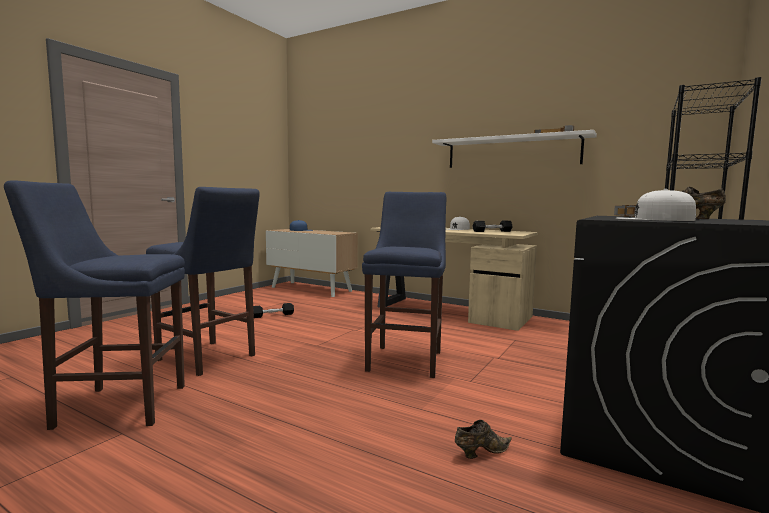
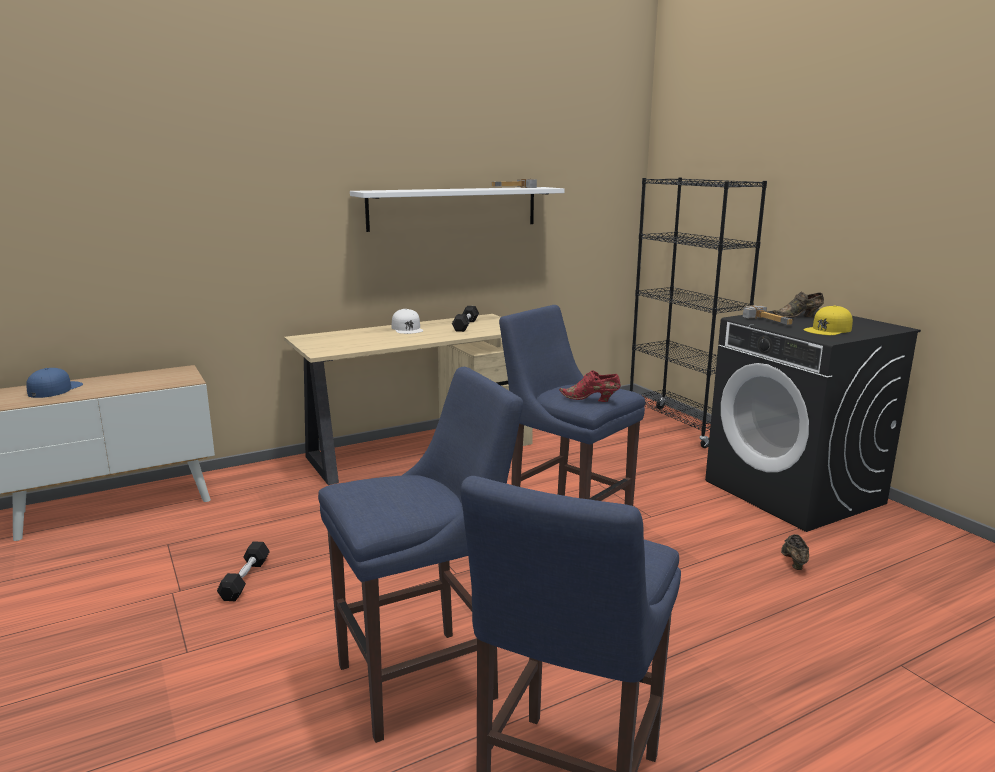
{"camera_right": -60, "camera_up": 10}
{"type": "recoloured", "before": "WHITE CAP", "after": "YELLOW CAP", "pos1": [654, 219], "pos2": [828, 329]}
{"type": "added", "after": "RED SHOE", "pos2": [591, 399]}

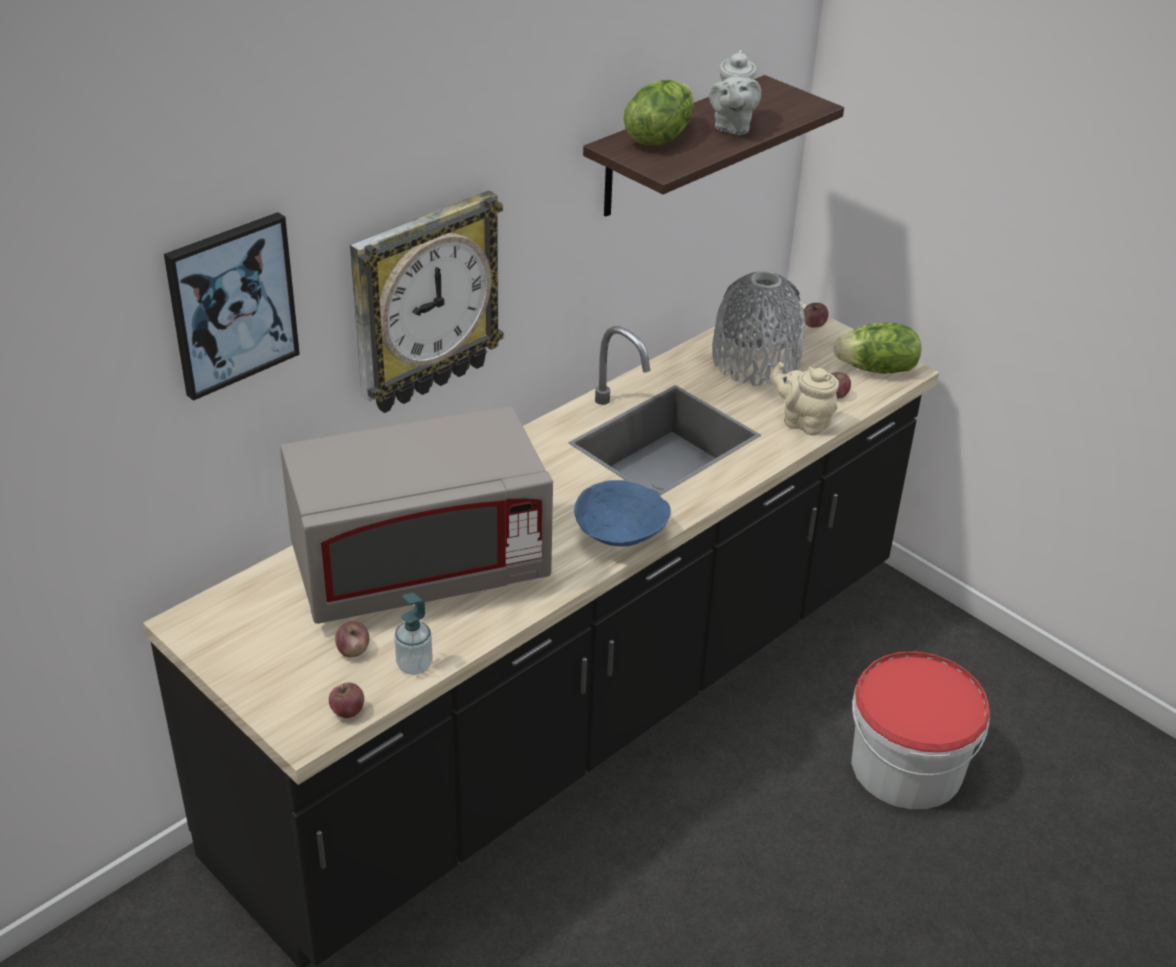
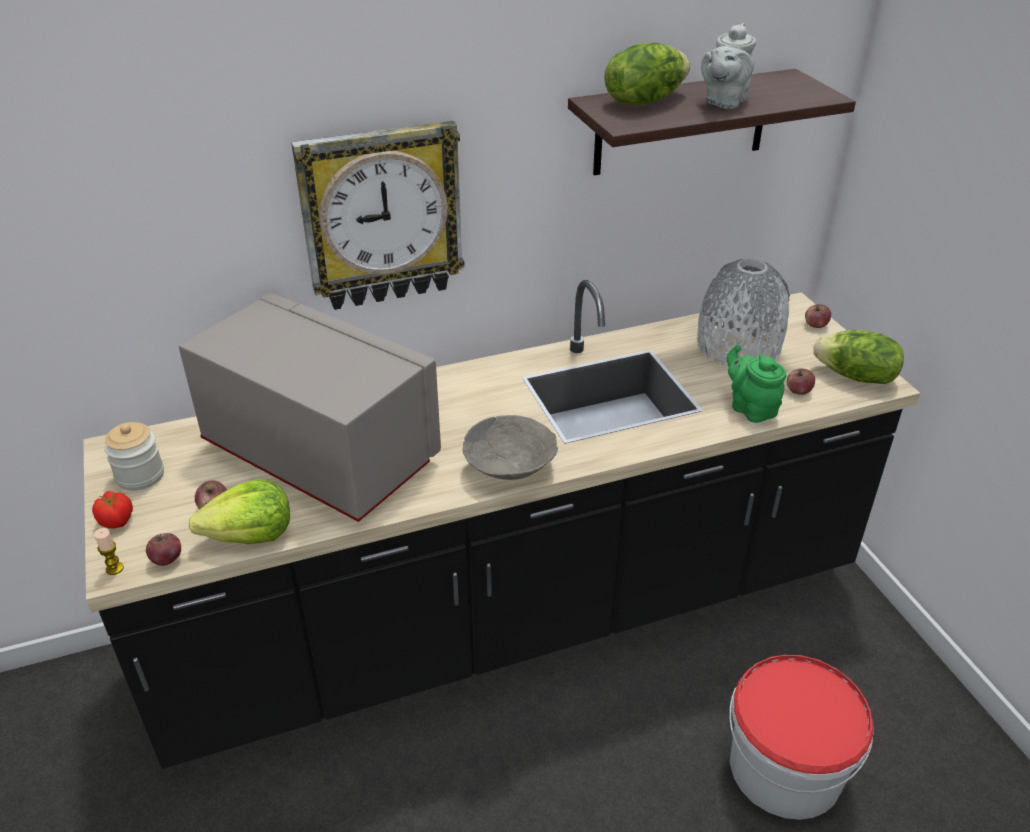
{"camera_right": 25, "camera_up": 0}
{"type": "removed", "before": "PICTURE", "pos1": [231, 304]}
{"type": "turned", "before": "GREY MICROWAVE", "pos1": [420, 569], "pos2": [320, 453], "turn": -150}
{"type": "replaced", "before": "SOAP DISPENSER", "after": "LETTUCE", "pos1": [414, 665], "pos2": [251, 535]}
{"type": "recoloured", "before": "BLUE BOWL", "after": "GREY BOWL", "pos1": [620, 534], "pos2": [511, 467]}
{"type": "recoloured", "before": "BEIGE TEAPOT", "after": "GREEN TEAPOT", "pos1": [802, 422], "pos2": [750, 408]}
{"type": "added", "after": "TOMATO", "pos2": [117, 521]}
{"type": "added", "after": "CANDLE", "pos2": [114, 568]}
{"type": "added", "after": "JAR", "pos2": [140, 476]}

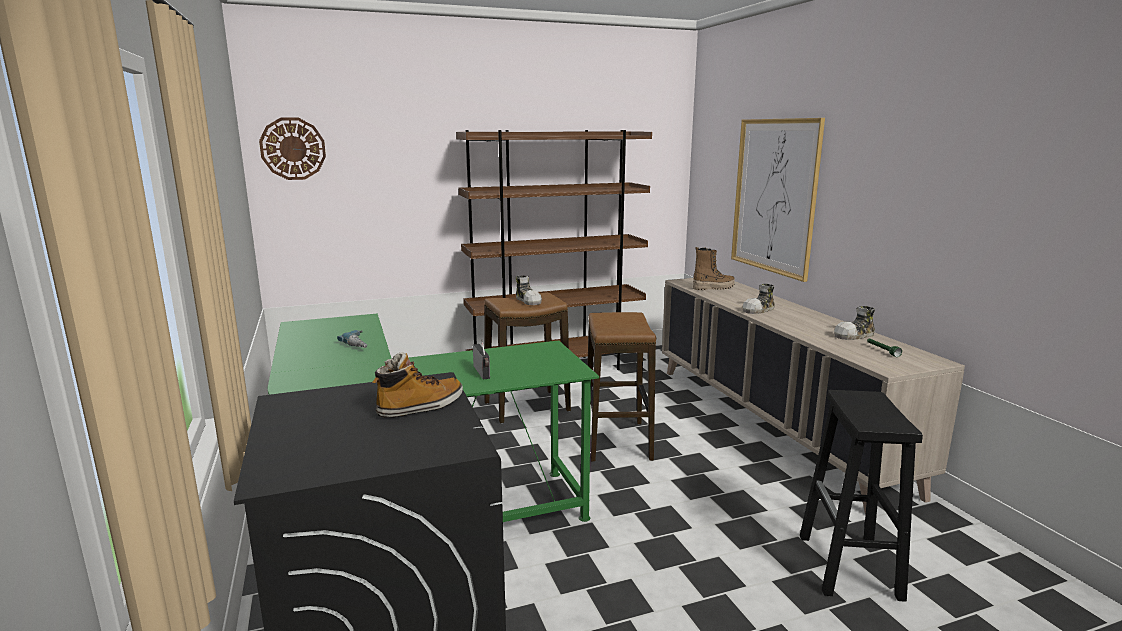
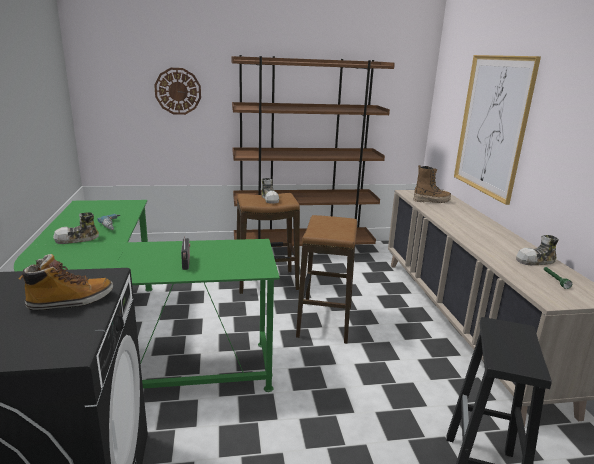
{"camera_right": 10, "camera_up": 5}
{"type": "moved", "before": "WALL CLOCK", "pos1": [293, 148], "pos2": [178, 91]}
{"type": "moved", "before": "SHOE", "pos1": [759, 310], "pos2": [77, 239]}

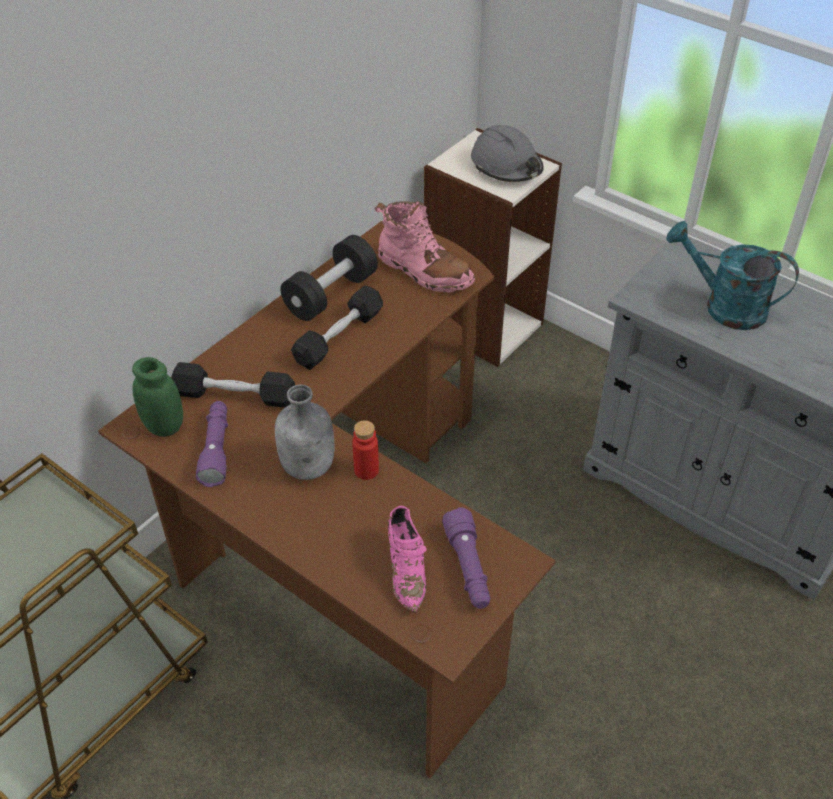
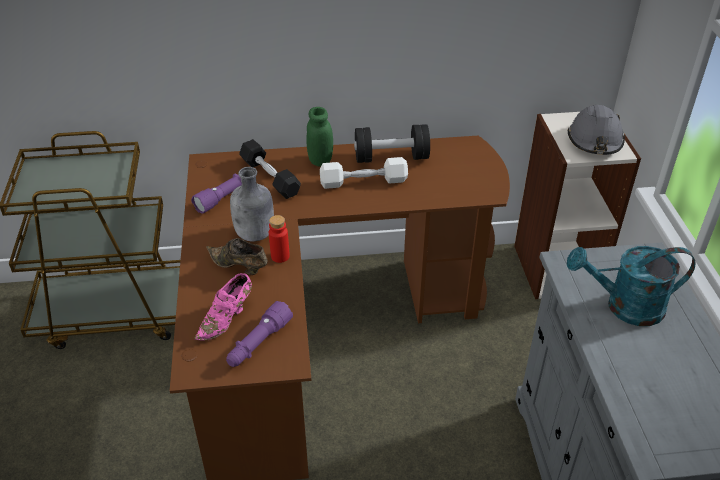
{"camera_right": 45, "camera_up": -5}
{"type": "moved", "before": "GREEN JAR", "pos1": [164, 426], "pos2": [320, 160]}
{"type": "recoloured", "before": "BLACK DUMBBELL", "after": "WHITE DUMBBELL", "pos1": [339, 337], "pos2": [363, 181]}
{"type": "removed", "before": "PINK BOOT", "pos1": [424, 271]}
{"type": "turned", "before": "TURQUOISE WATERING CAN", "pos1": [724, 306], "pos2": [624, 307], "turn": -75}
{"type": "added", "after": "BROWN SHOE", "pos2": [239, 267]}

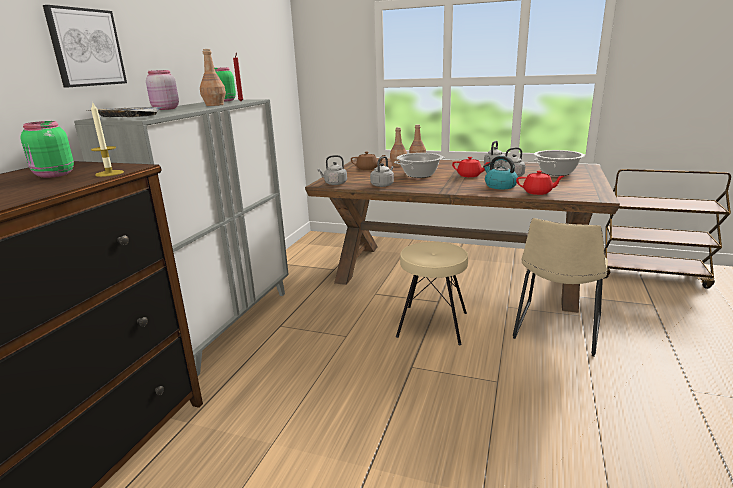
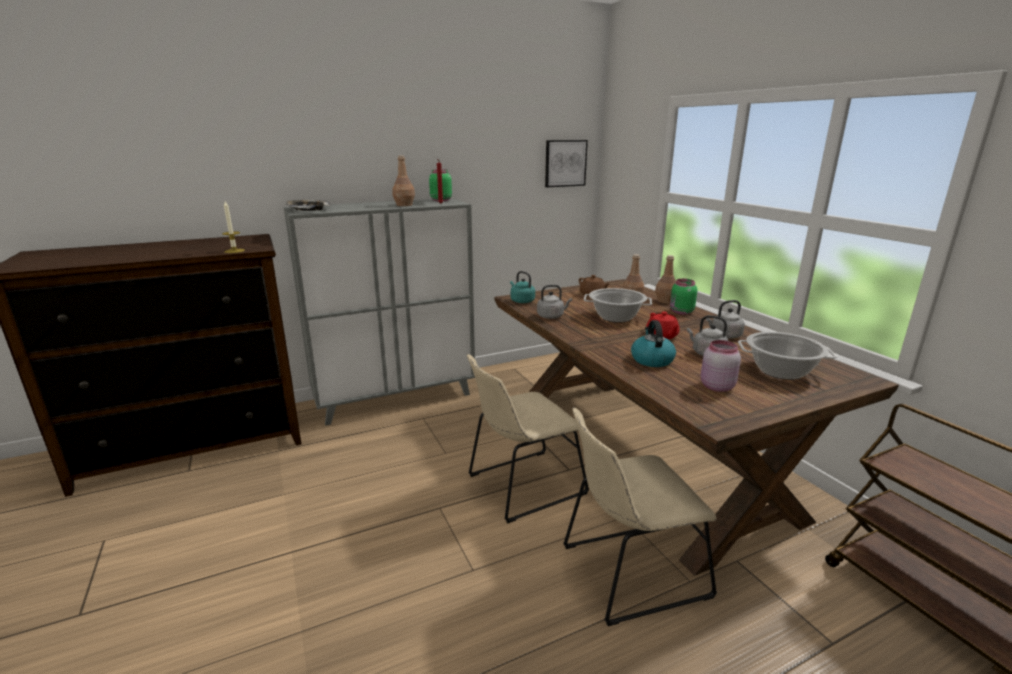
{"camera_right": 45, "camera_up": 0}
{"type": "moved", "before": "GREEN JAR", "pos1": [53, 175], "pos2": [681, 312]}
{"type": "moved", "before": "PICTURE", "pos1": [86, 47], "pos2": [565, 163]}
{"type": "moved", "before": "PINK JAR", "pos1": [164, 109], "pos2": [715, 386]}
{"type": "recoloured", "before": "GREY KETTLE", "after": "TURQUOISE KETTLE", "pos1": [334, 183], "pos2": [521, 301]}
{"type": "replaced", "before": "BEIGE STOOL", "after": "BEIGE CHAIR", "pos1": [432, 324], "pos2": [522, 486]}
{"type": "removed", "before": "RED TEAPOT", "pos1": [538, 192]}

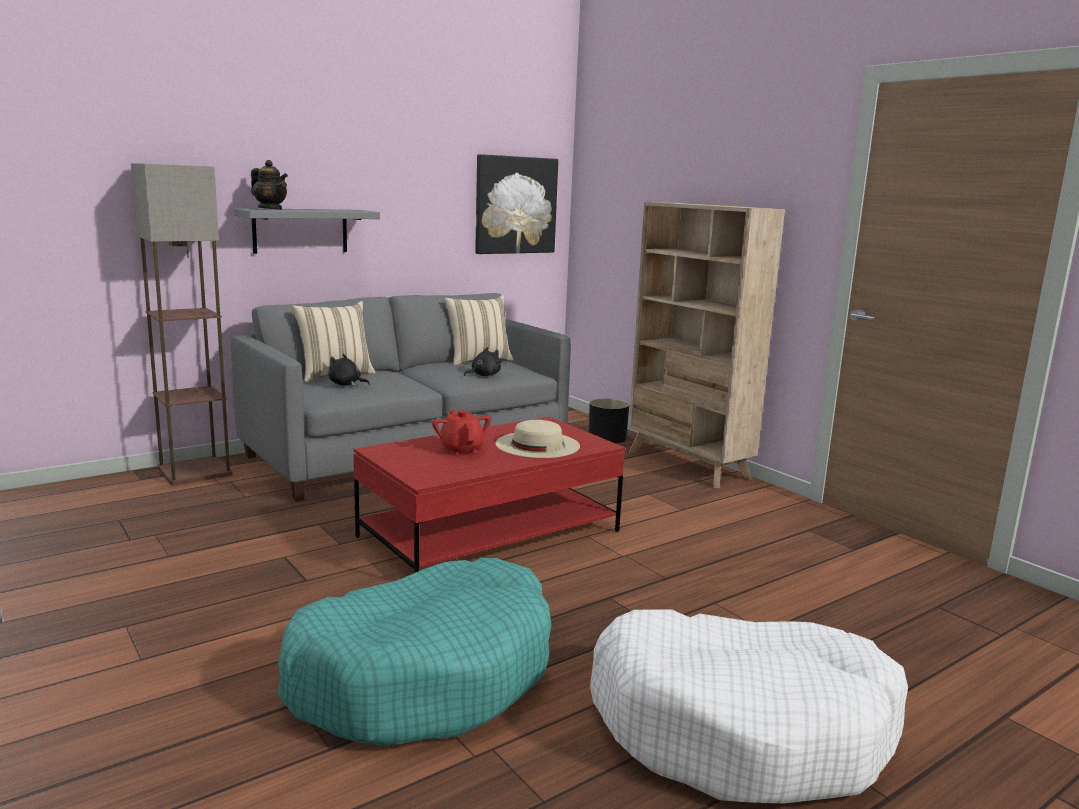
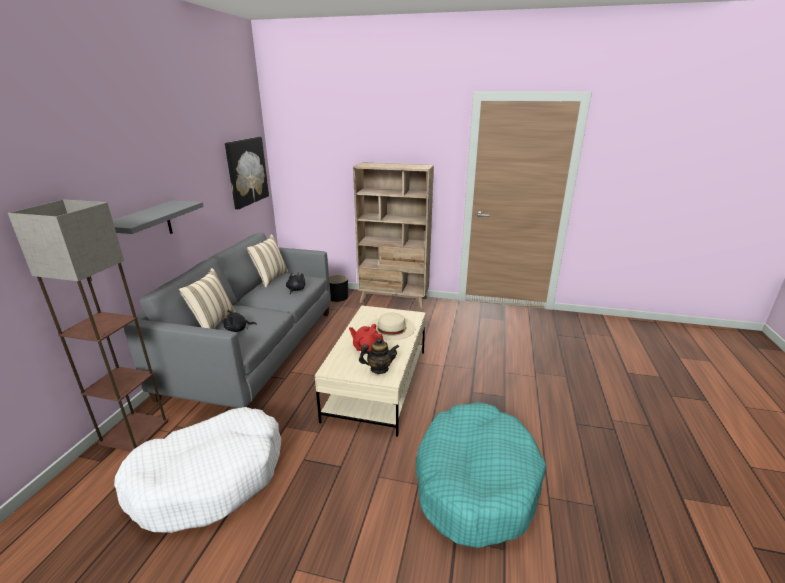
{"camera_right": -40, "camera_up": 10}
{"type": "moved", "before": "TEAPOT", "pos1": [270, 209], "pos2": [379, 369]}
{"type": "recoloured", "before": "RED COFFEE TABLE", "after": "BEIGE COFFEE TABLE", "pos1": [490, 534], "pos2": [377, 383]}
{"type": "moved", "before": "WHITE DOG BED", "pos1": [742, 728], "pos2": [210, 477]}

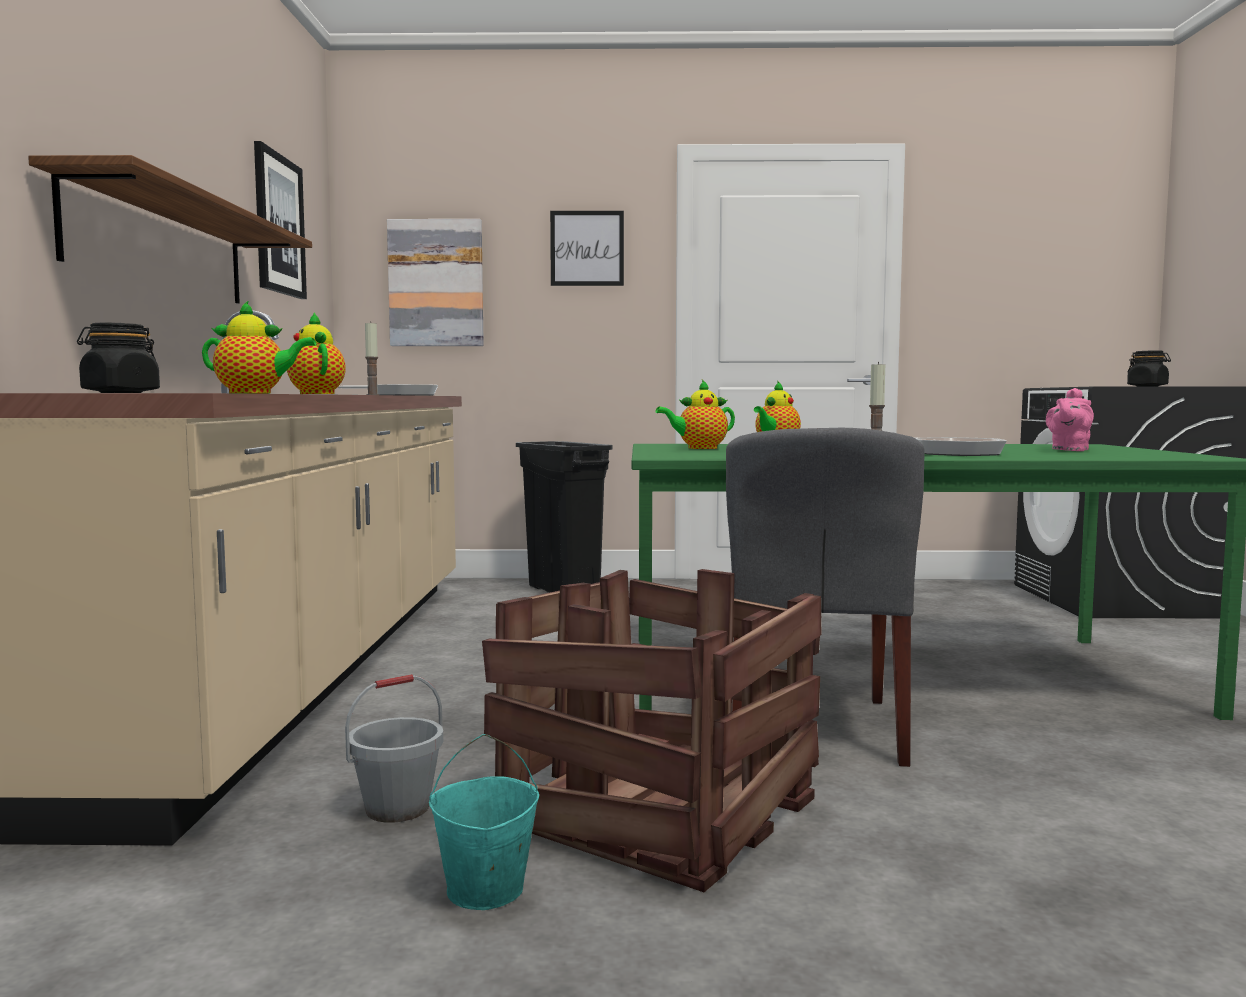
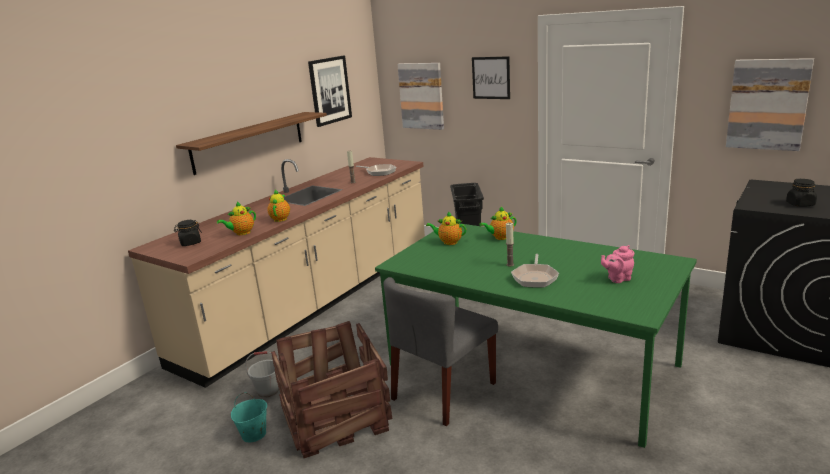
{"camera_right": 35, "camera_up": 15}
{"type": "turned", "before": "TEAPOT", "pos1": [255, 393], "pos2": [241, 233], "turn": 105}
{"type": "added", "after": "PICTURE", "pos2": [767, 104]}

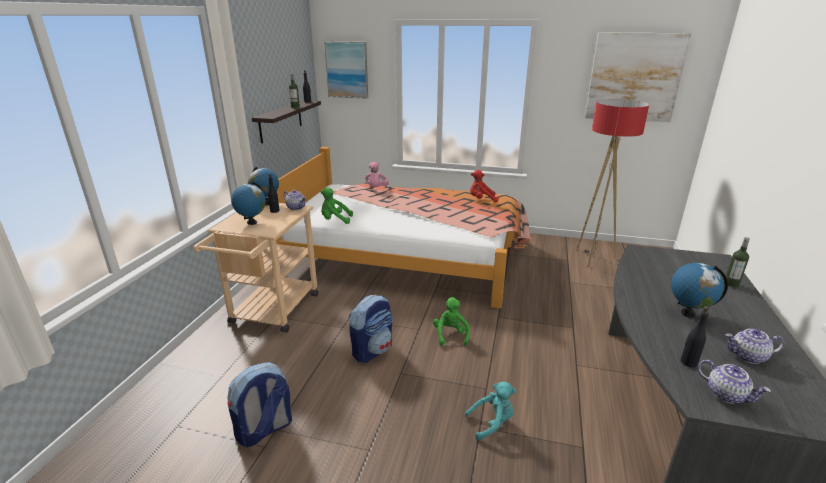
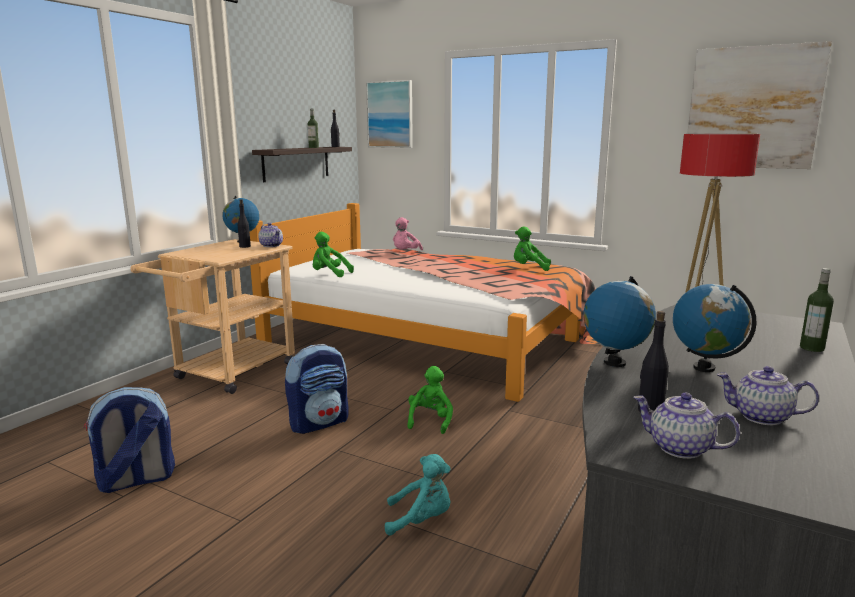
{"camera_right": 15, "camera_up": -10}
{"type": "moved", "before": "GLOBE", "pos1": [252, 222], "pos2": [614, 362]}
{"type": "recoloured", "before": "RED PLUSH TOY", "after": "GREEN PLUSH TOY", "pos1": [481, 200], "pos2": [529, 268]}
{"type": "turned", "before": "TEAPOT", "pos1": [726, 394], "pos2": [679, 448], "turn": 150}

